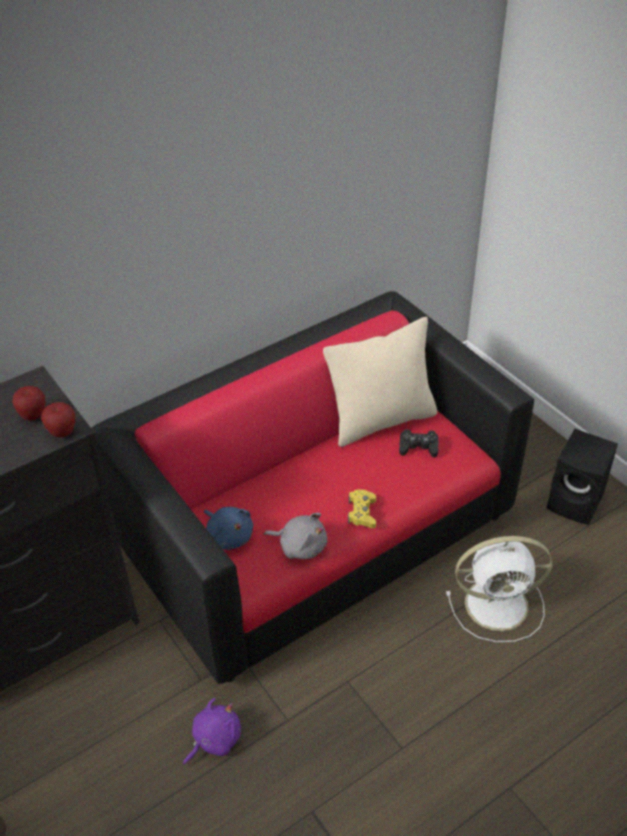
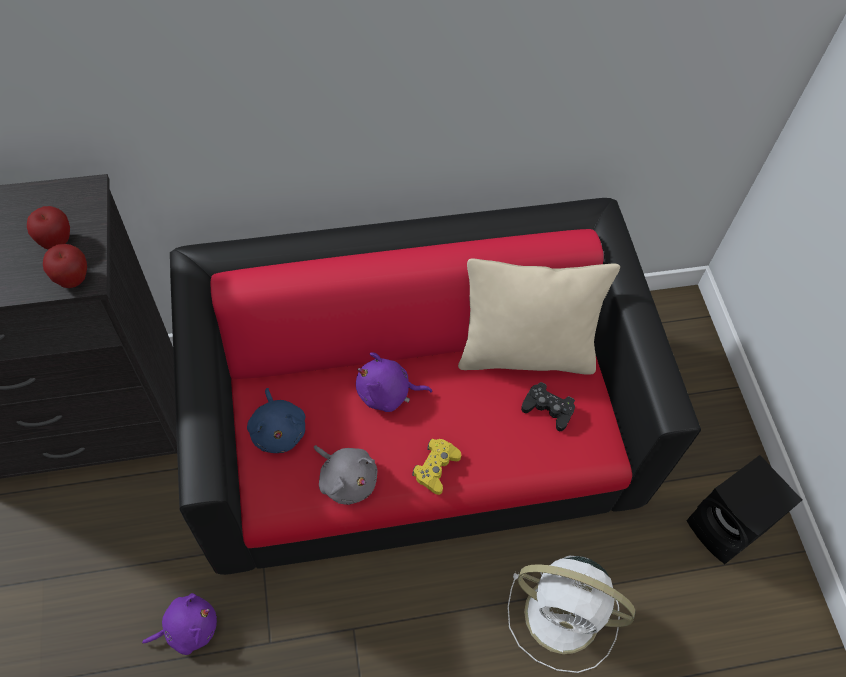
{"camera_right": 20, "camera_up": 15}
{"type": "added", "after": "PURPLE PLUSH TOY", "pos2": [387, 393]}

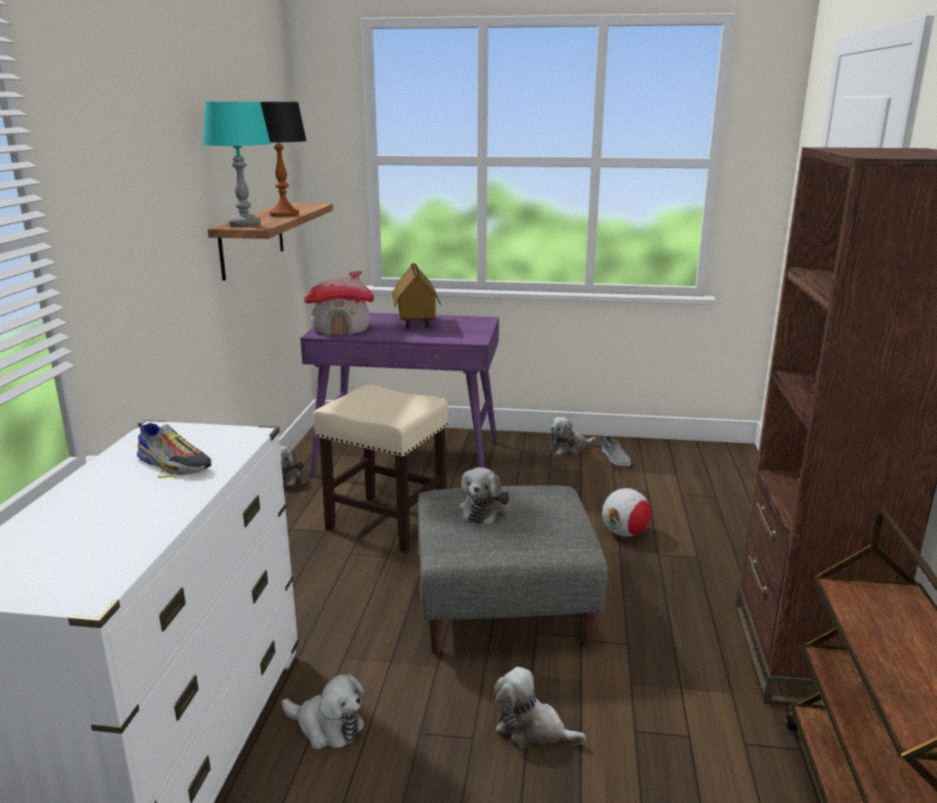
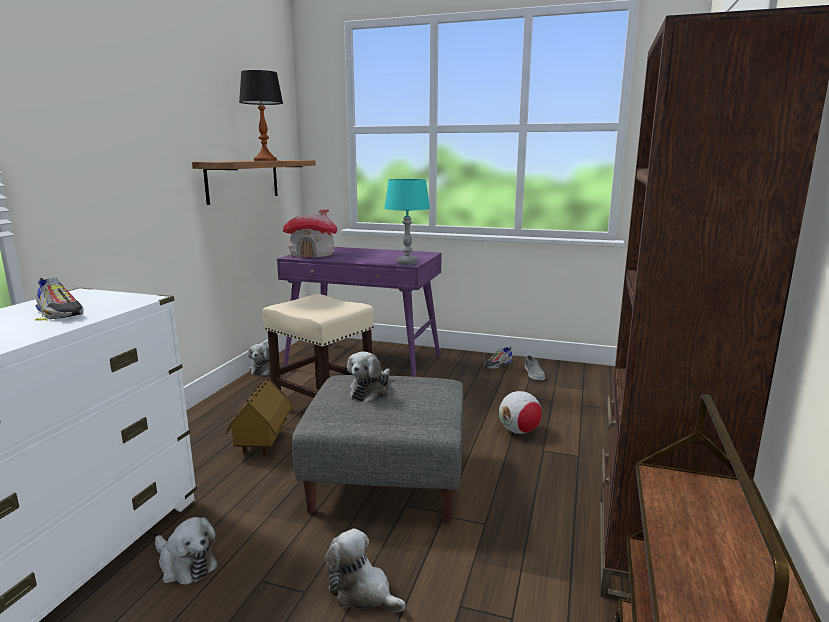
{"camera_right": 10, "camera_up": -5}
{"type": "moved", "before": "TURQUOISE TABLE LAMP", "pos1": [245, 225], "pos2": [407, 263]}
{"type": "moved", "before": "TOY HOUSE", "pos1": [416, 323], "pos2": [262, 443]}
{"type": "replaced", "before": "PLUSH TOY", "after": "SHOE", "pos1": [570, 448], "pos2": [498, 364]}

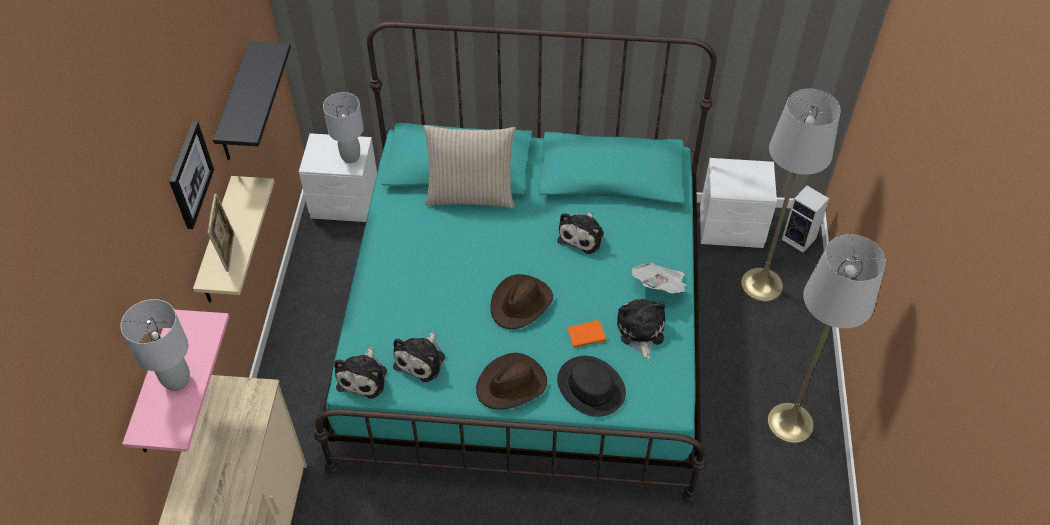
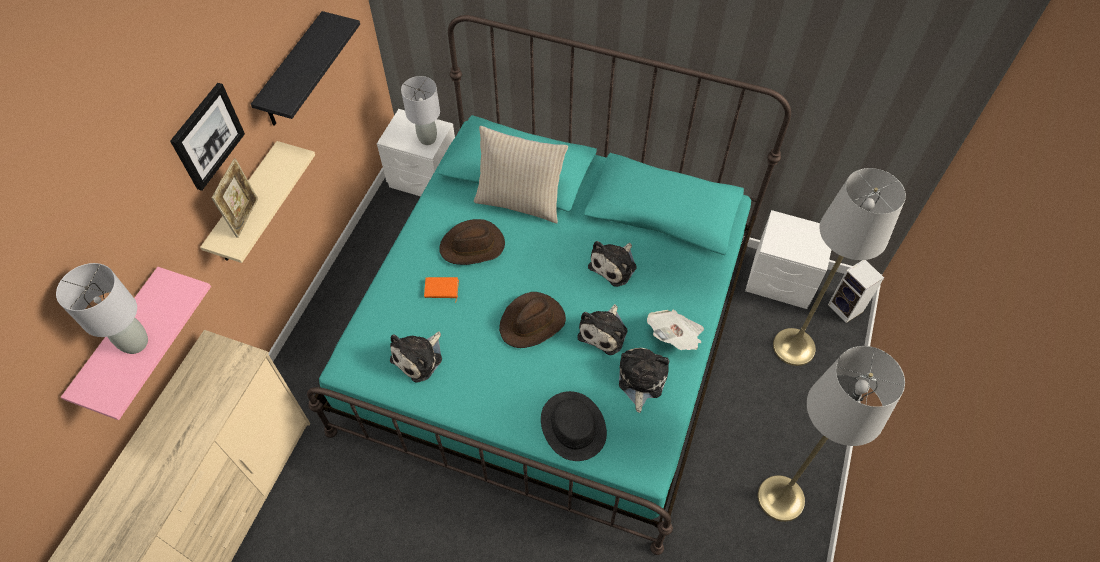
{"camera_right": 15, "camera_up": 5}
{"type": "moved", "before": "PLUSH TOY", "pos1": [364, 377], "pos2": [604, 332]}
{"type": "moved", "before": "BROWN HAT", "pos1": [512, 385], "pos2": [473, 246]}
{"type": "moved", "before": "ORANGE BOOK", "pos1": [586, 336], "pos2": [441, 290]}

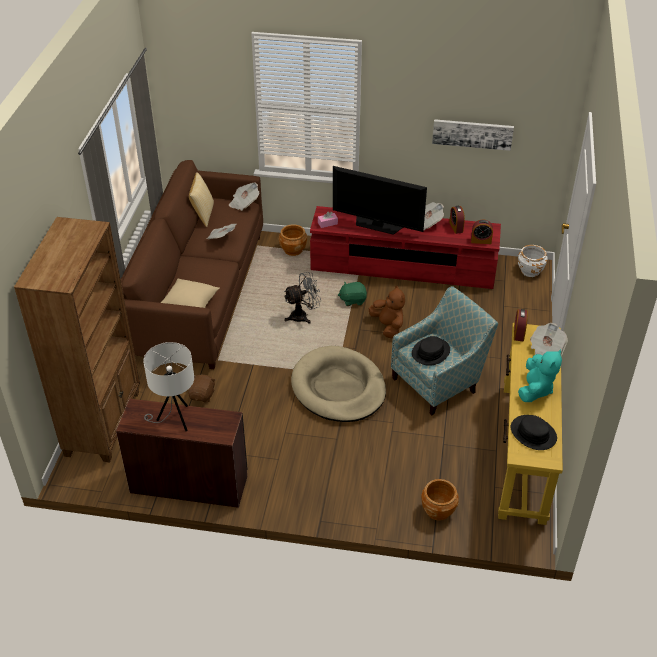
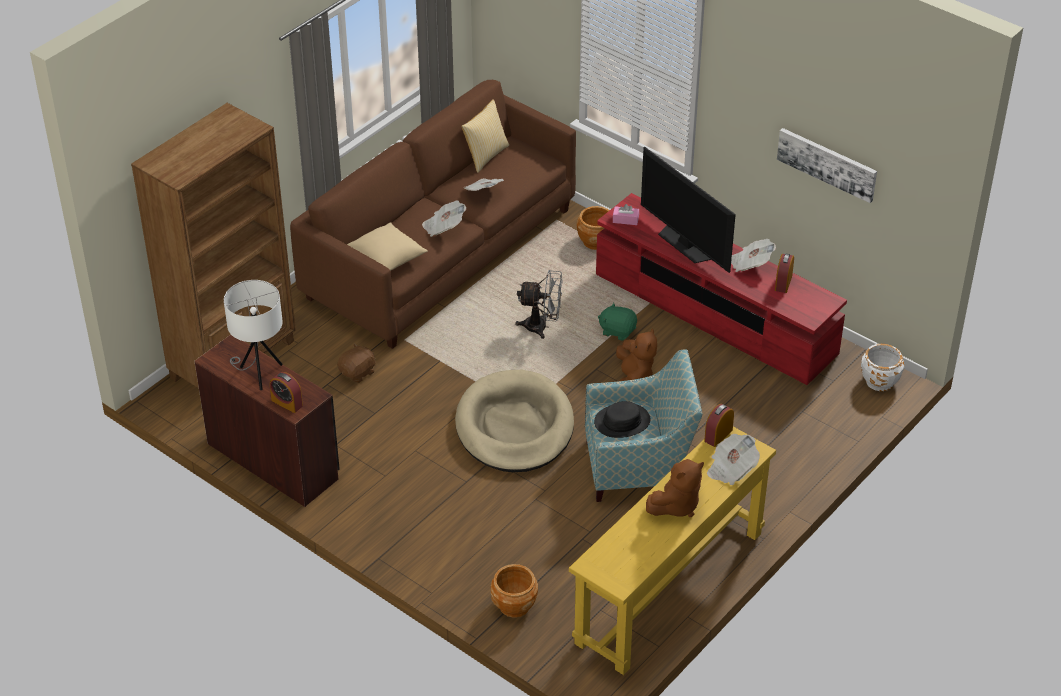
{"camera_right": 30, "camera_up": 0}
{"type": "moved", "before": "NEWSPAPER", "pos1": [244, 203], "pos2": [443, 227]}
{"type": "moved", "before": "ALARM CLOCK", "pos1": [481, 241], "pos2": [287, 403]}
{"type": "removed", "before": "BLACK HAT", "pos1": [533, 433]}
{"type": "recoloured", "before": "TURQUOISE PLUSH TOY", "after": "BROWN PLUSH TOY", "pos1": [535, 389], "pos2": [676, 505]}

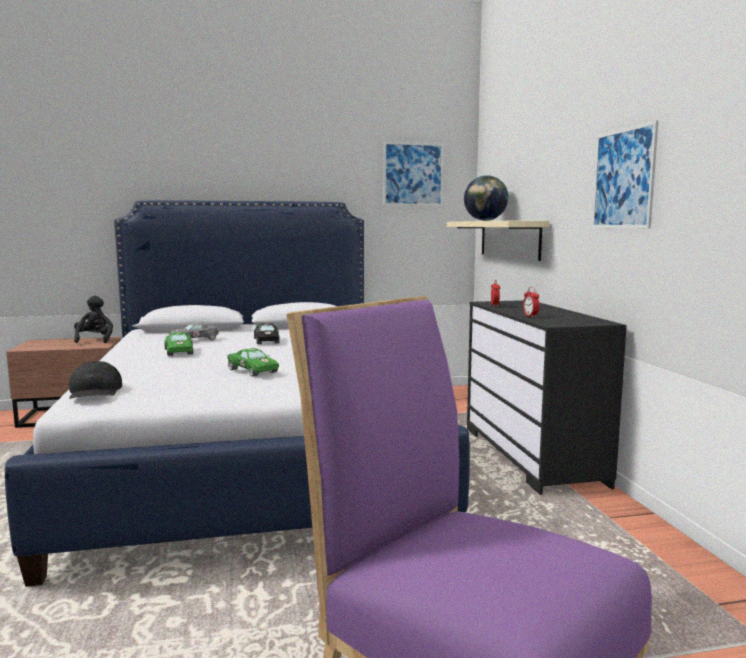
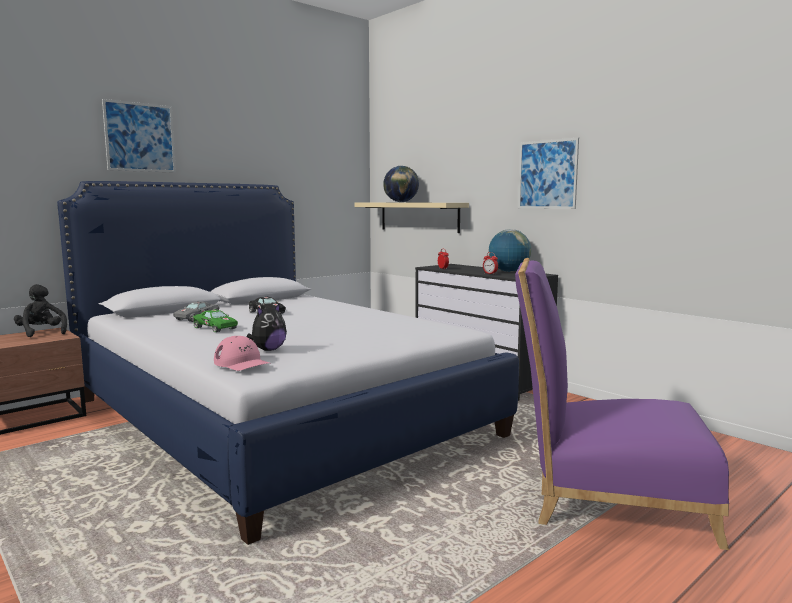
{"camera_right": -30, "camera_up": 0}
{"type": "recoloured", "before": "BLACK CAP", "after": "PINK CAP", "pos1": [95, 391], "pos2": [242, 363]}
{"type": "removed", "before": "GREEN TOY CAR", "pos1": [252, 370]}
{"type": "moved", "before": "PICTURE", "pos1": [413, 174], "pos2": [140, 137]}
{"type": "added", "after": "PLUSH TOY", "pos2": [268, 350]}
{"type": "added", "after": "GLOBE", "pos2": [509, 271]}

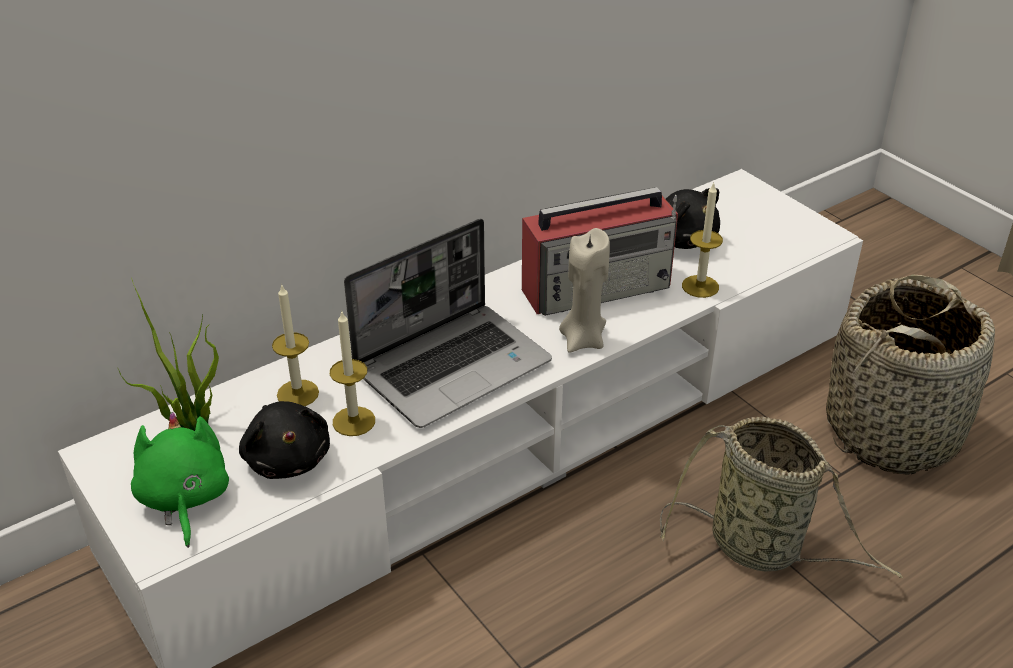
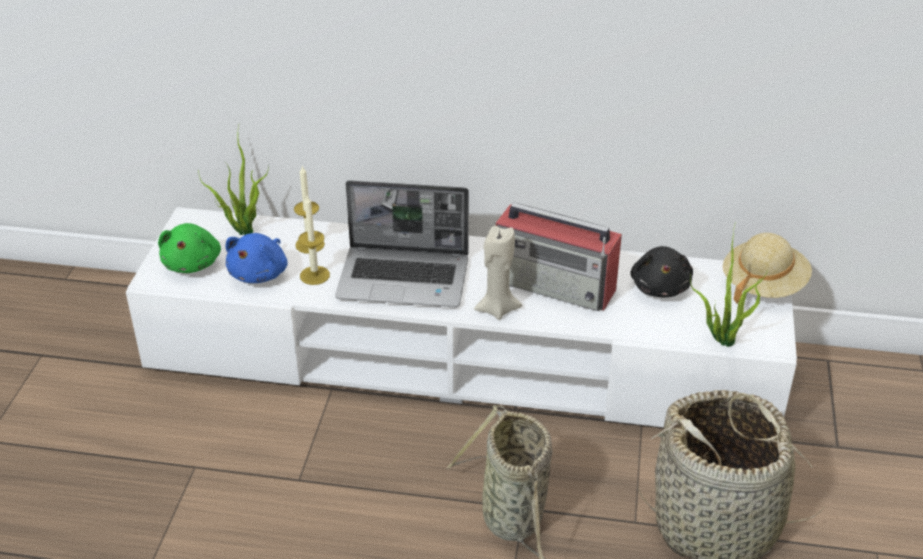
{"camera_right": 45, "camera_up": 0}
{"type": "turned", "before": "GREEN PLUSH TOY", "pos1": [184, 499], "pos2": [193, 263], "turn": 150}
{"type": "recoloured", "before": "BLACK PLUSH TOY", "after": "BLUE PLUSH TOY", "pos1": [287, 458], "pos2": [260, 273]}
{"type": "removed", "before": "CANDLE", "pos1": [700, 286]}
{"type": "added", "after": "POTTED PLANT", "pos2": [722, 339]}
{"type": "added", "after": "BEIGE HAT", "pos2": [763, 285]}

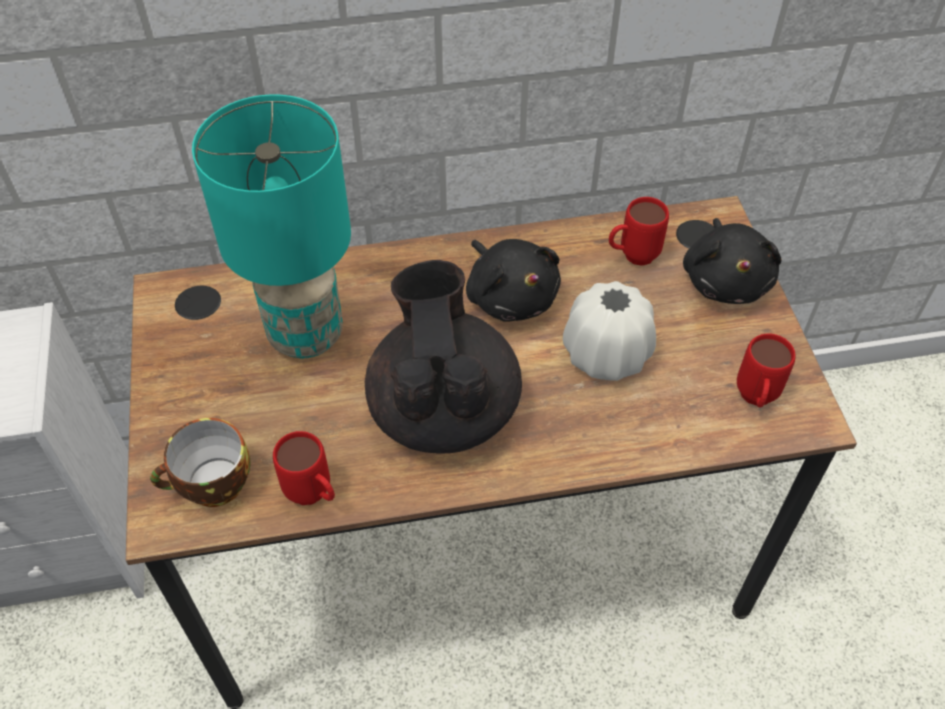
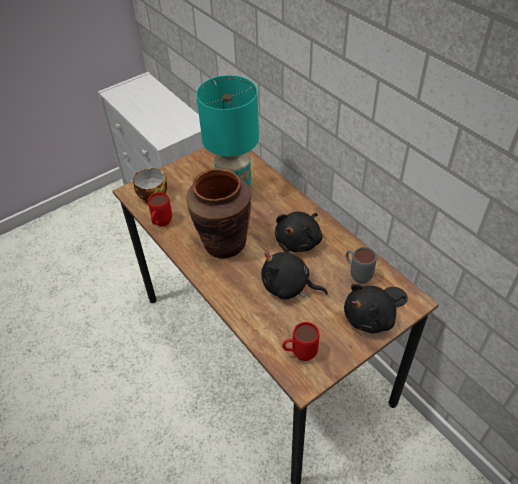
{"camera_right": 65, "camera_up": -5}
{"type": "replaced", "before": "BLACK TEAPOT", "after": "BROWN VASE", "pos1": [443, 408], "pos2": [224, 243]}
{"type": "replaced", "before": "WHITE VASE", "after": "BLACK PLUSH TOY", "pos1": [606, 355], "pos2": [288, 286]}
{"type": "recoloured", "before": "RED MUG", "after": "GREY MUG", "pos1": [631, 257], "pos2": [357, 275]}

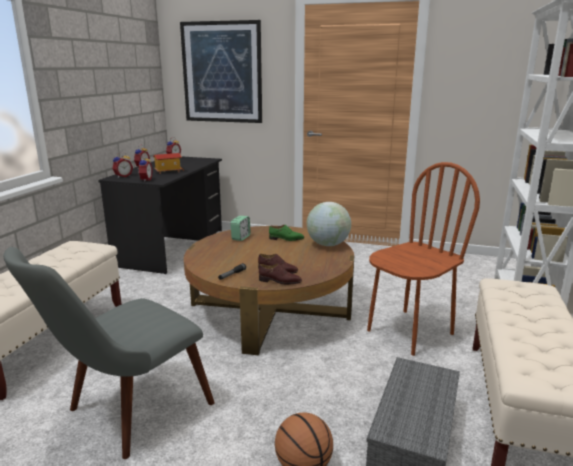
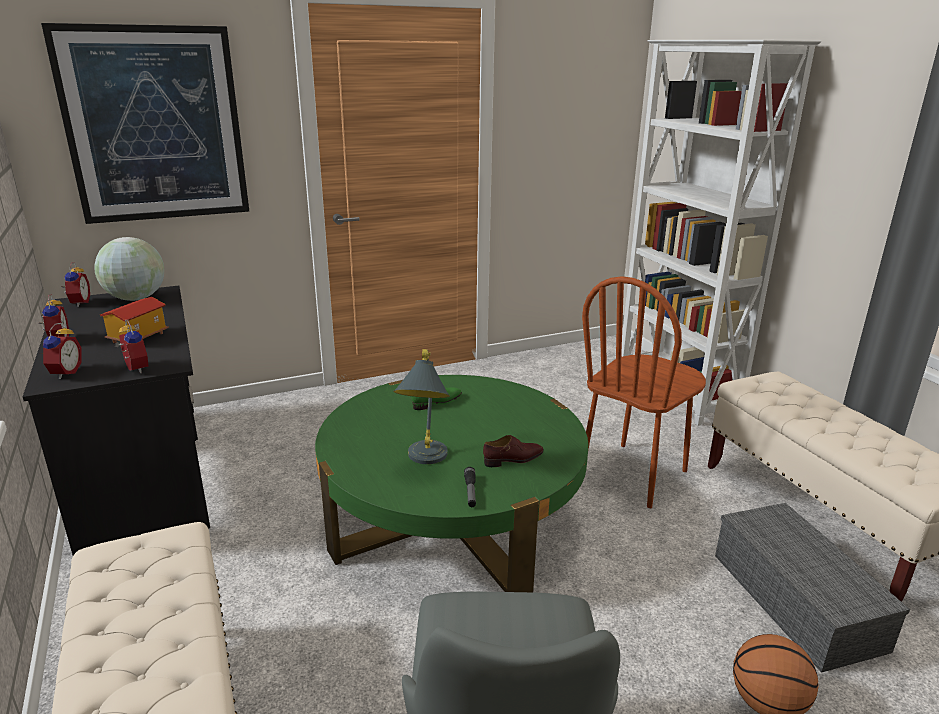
{"camera_right": -40, "camera_up": 5}
{"type": "recoloured", "before": "BROWN COFFEE TABLE", "after": "GREEN COFFEE TABLE", "pos1": [270, 309], "pos2": [452, 516]}
{"type": "removed", "before": "ALARM CLOCK", "pos1": [241, 237]}
{"type": "removed", "before": "BROWN SHOE", "pos1": [280, 281]}
{"type": "moved", "before": "GLOBE", "pos1": [328, 244], "pos2": [136, 298]}
{"type": "turned", "before": "BROWN CHAIR", "pos1": [409, 332], "pos2": [634, 474], "turn": -150}
{"type": "added", "after": "GREY TABLE LAMP", "pos2": [424, 461]}

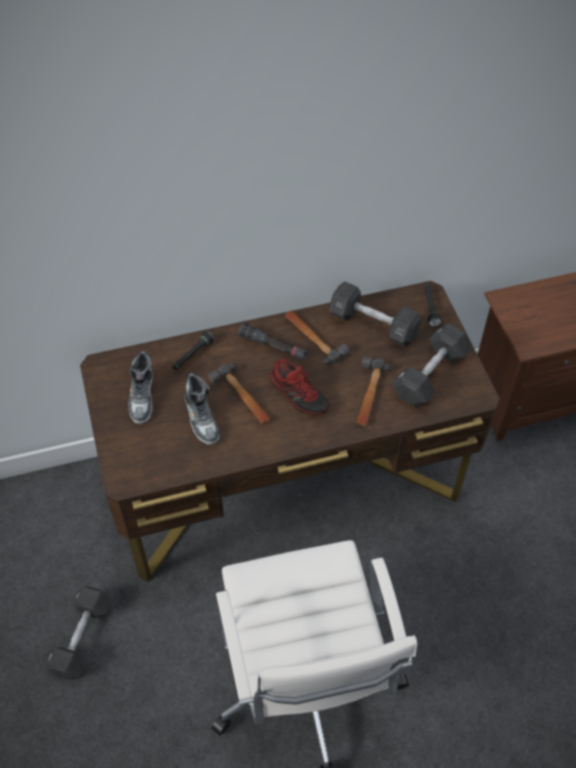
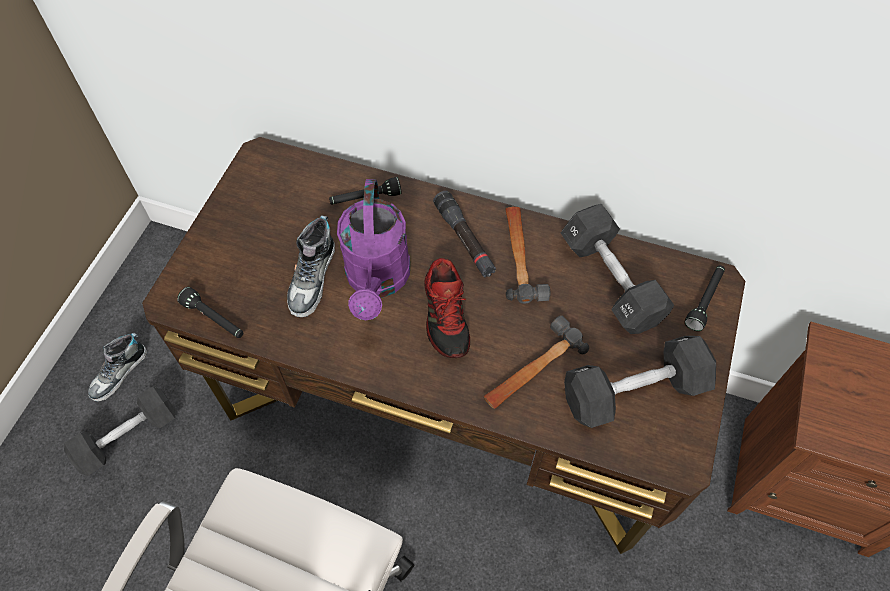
{"camera_right": 35, "camera_up": 5}
{"type": "moved", "before": "SHOE", "pos1": [142, 397], "pos2": [119, 373]}
{"type": "replaced", "before": "HAMMER", "after": "PURPLE WATERING CAN", "pos1": [242, 398], "pos2": [377, 281]}
{"type": "added", "after": "BLACK FLASHLIGHT", "pos2": [214, 319]}

